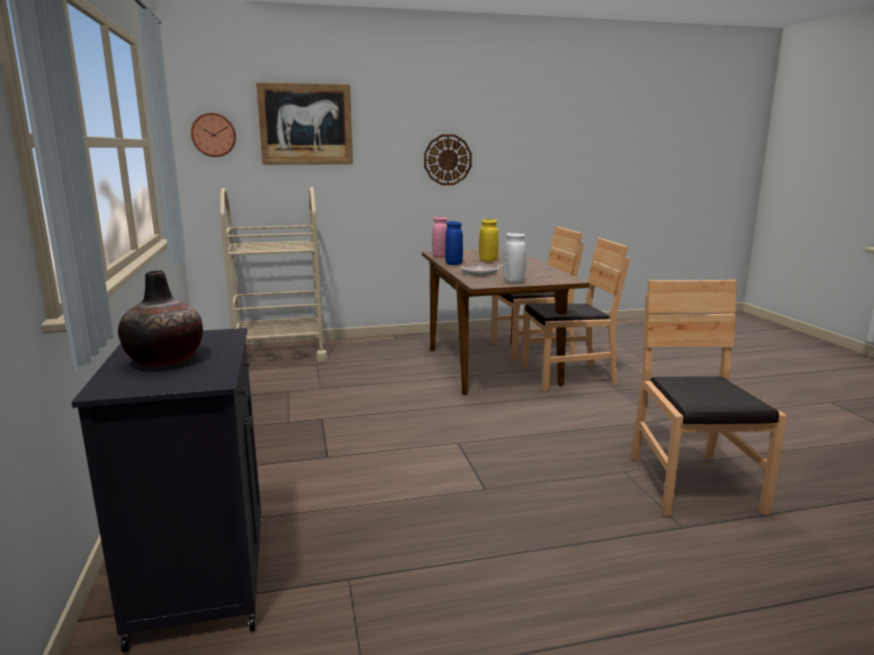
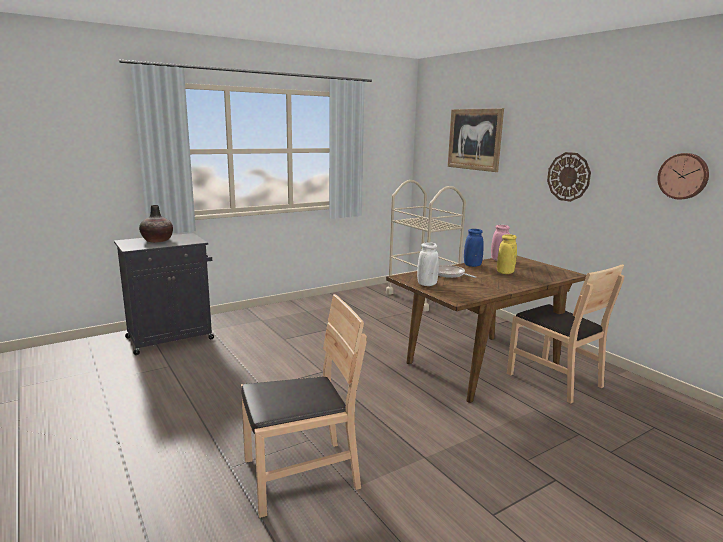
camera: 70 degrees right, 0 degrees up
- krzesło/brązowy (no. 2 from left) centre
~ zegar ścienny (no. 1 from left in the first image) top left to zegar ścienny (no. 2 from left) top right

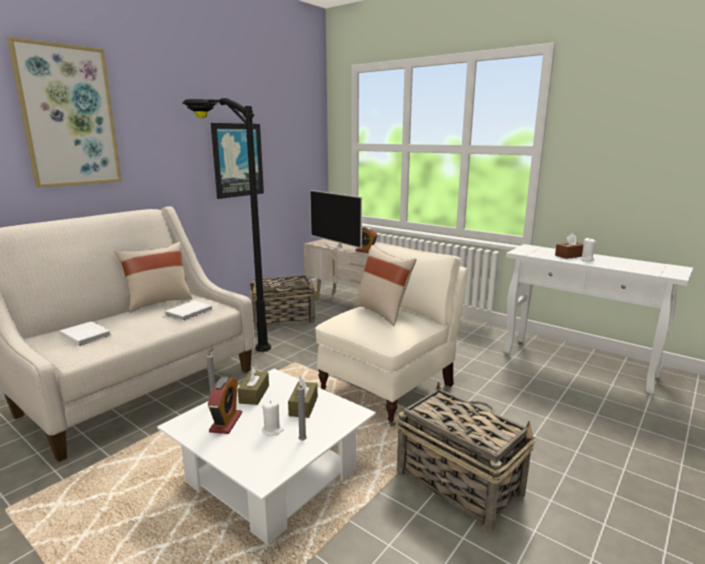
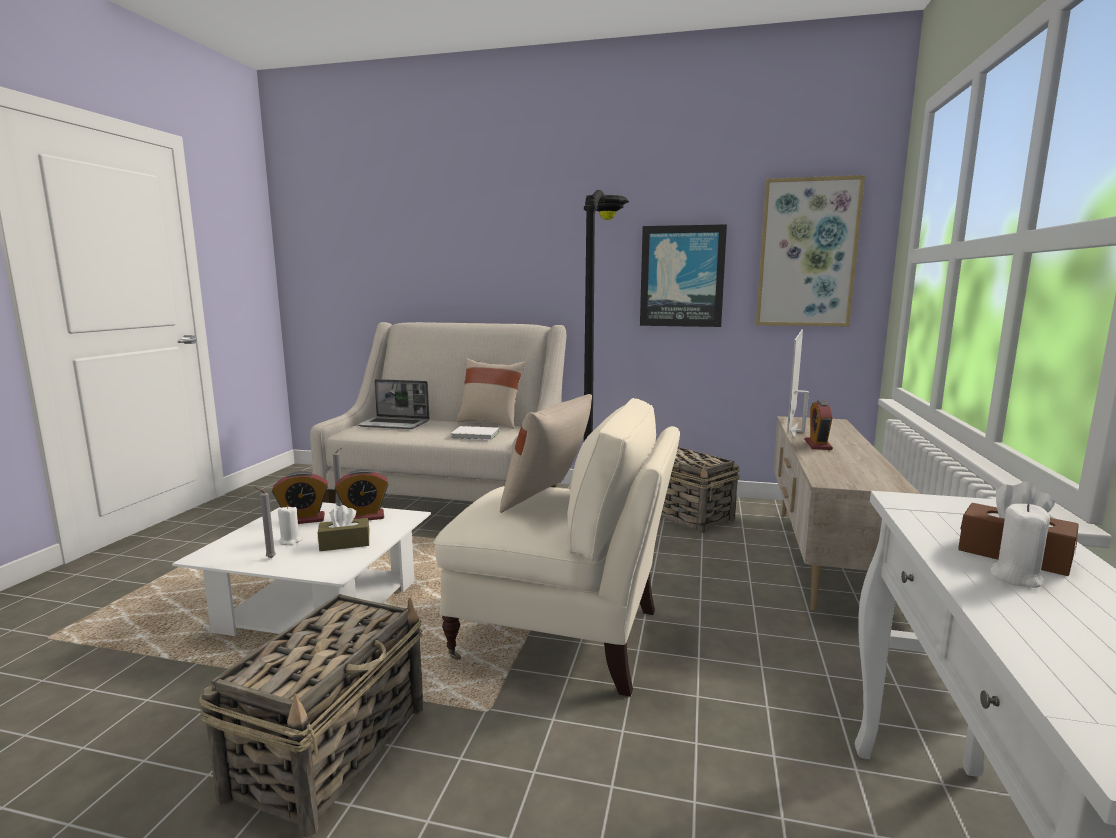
camera: 65 degrees right, 5 degrees down
~ obraz (no. 1 from left in the first image) top left to obraz (no. 2 from left) top right
~ książka/biały (no. 1 from left) middle left to laptop centre
~ pudełko chusteczek/brązowy (no. 1 from left) bottom centre to budzik (no. 2 from left) middle left

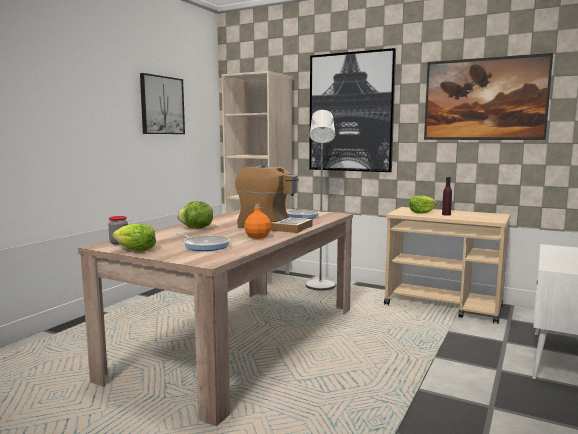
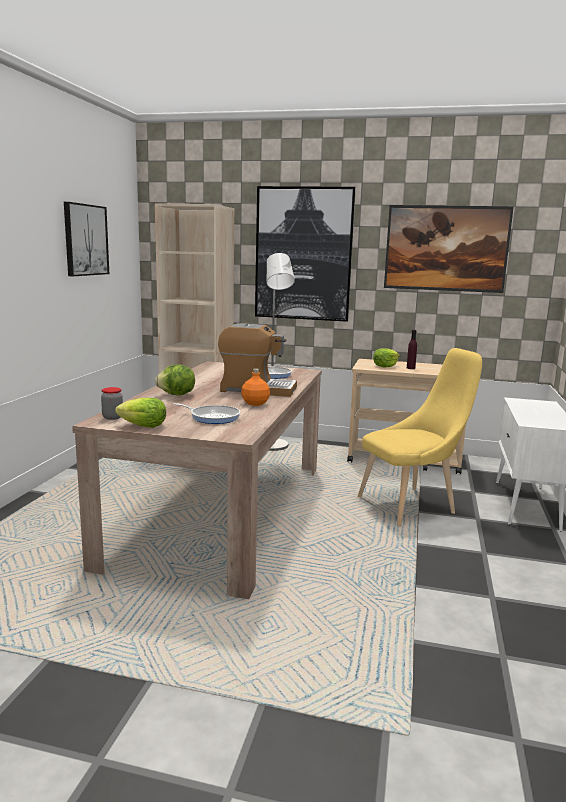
camera: 15 degrees left, 5 degrees up
+ krzesło/żółty middle right

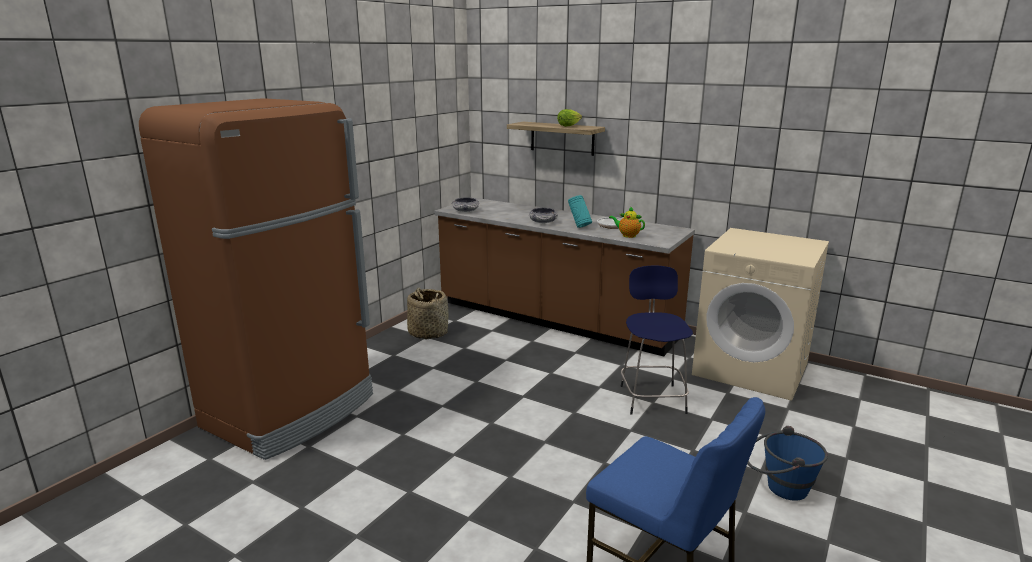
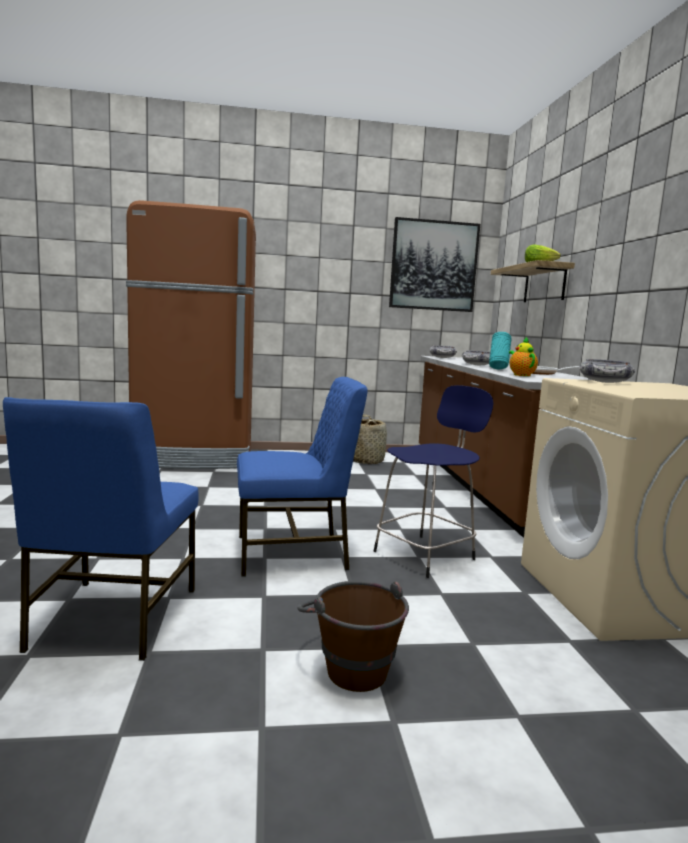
camera: 50 degrees right, 10 degrees down
+ krzesło/niebieski (no. 2 from left) centre
+ obraz top centre
+ miska (no. 3 from left) middle right
~ wiadro/niebieski bottom right to wiadro/brązowy bottom centre

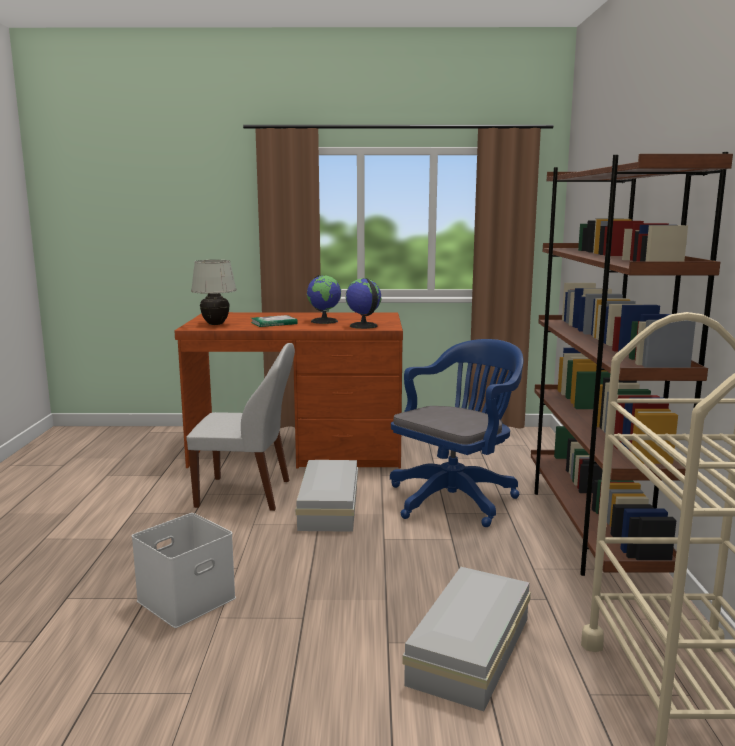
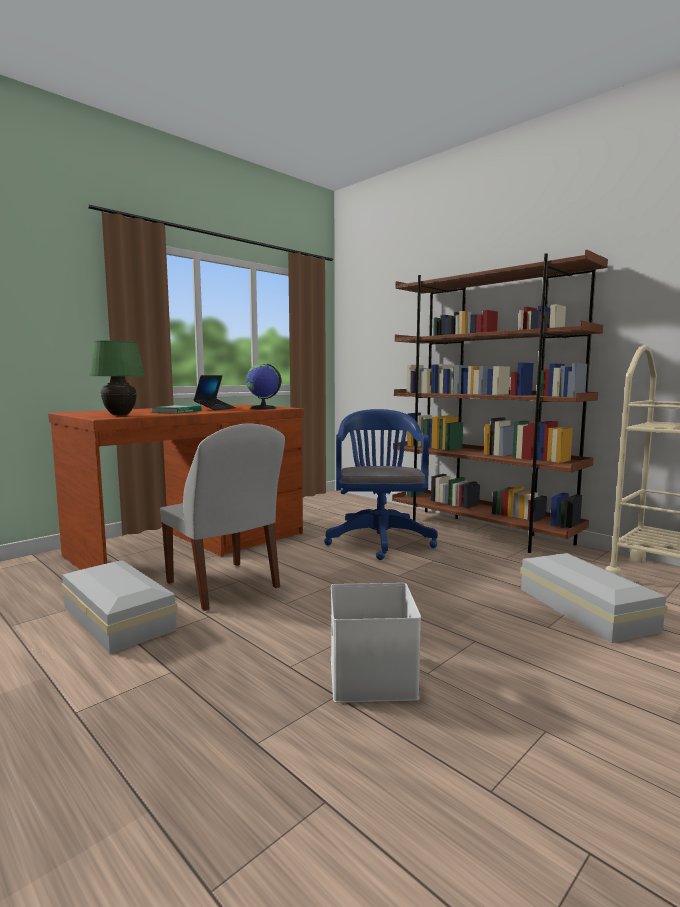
camera: 45 degrees left, 5 degrees down
~ pojemnik do przechowywania/biały (no. 2 from left in the first image) centre to pojemnik do przechowywania/biały (no. 1 from left) bottom left
~ globus (no. 1 from left) centre to laptop middle left
~ lampa stołowa/biały middle left to lampa stołowa/zielony middle left
~ krzesło/biały middle left = middle left 90 degrees clockwise

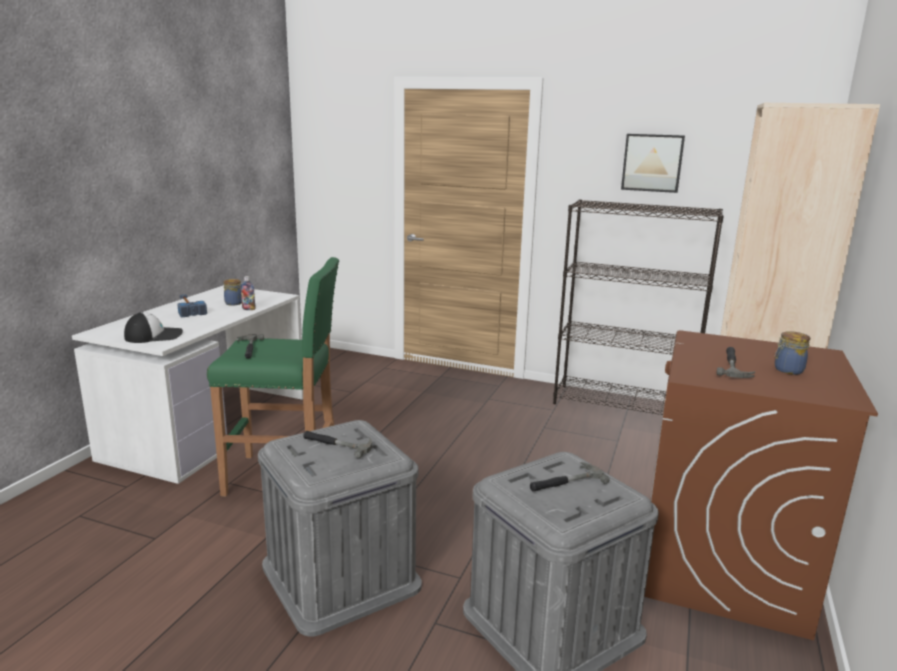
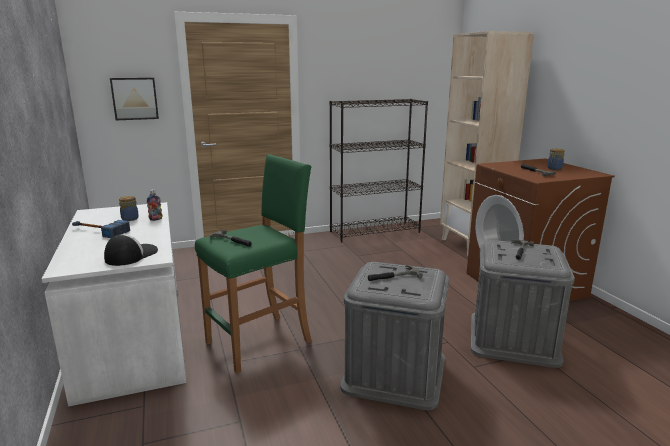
camera: 40 degrees left, 0 degrees up
~ obraz top right to top left

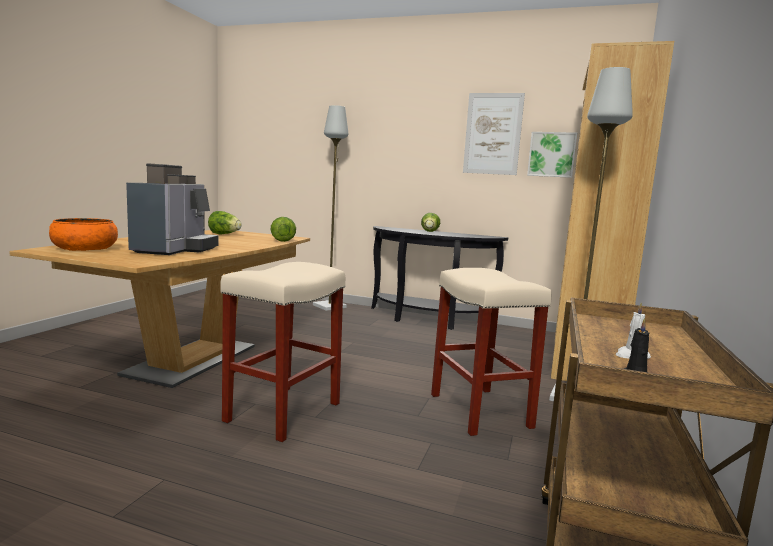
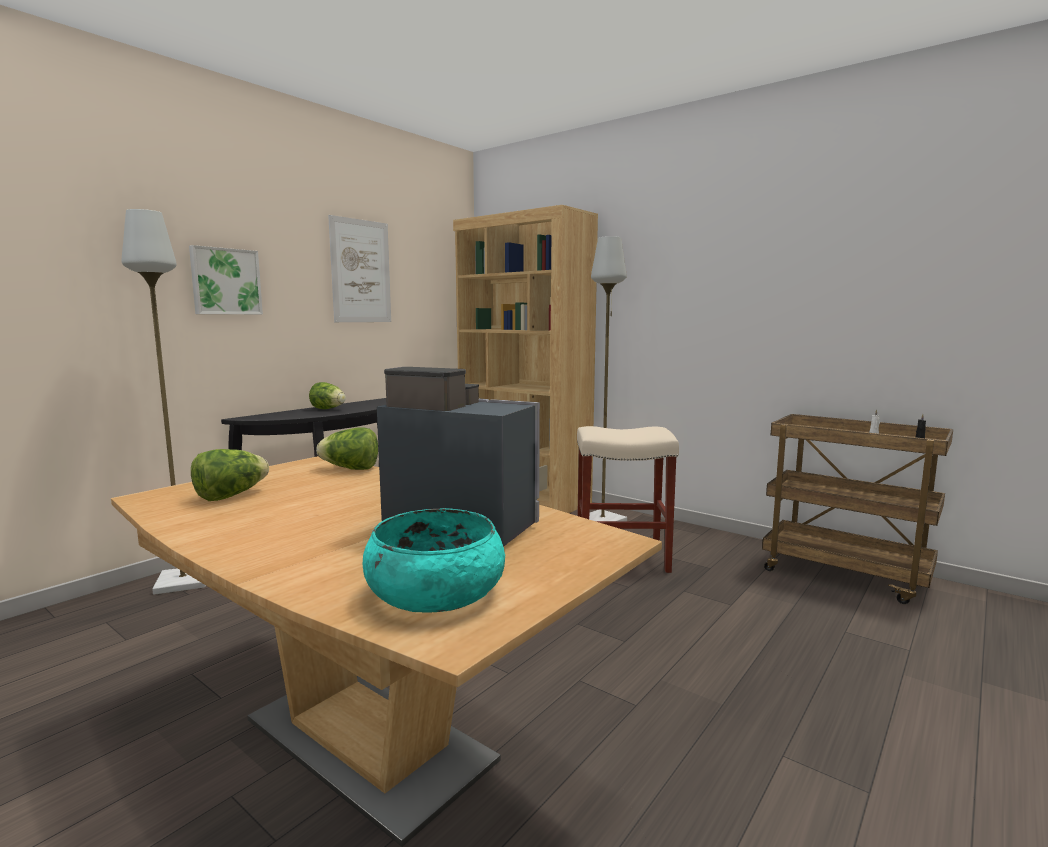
camera: 70 degrees left, 0 degrees up
- stołek/beżowy (no. 1 from left) centre
~ obraz (no. 2 from left in the first image) top right to obraz (no. 1 from left) top left
~ miska/pomarańczowy middle left to miska/turkusowy centre

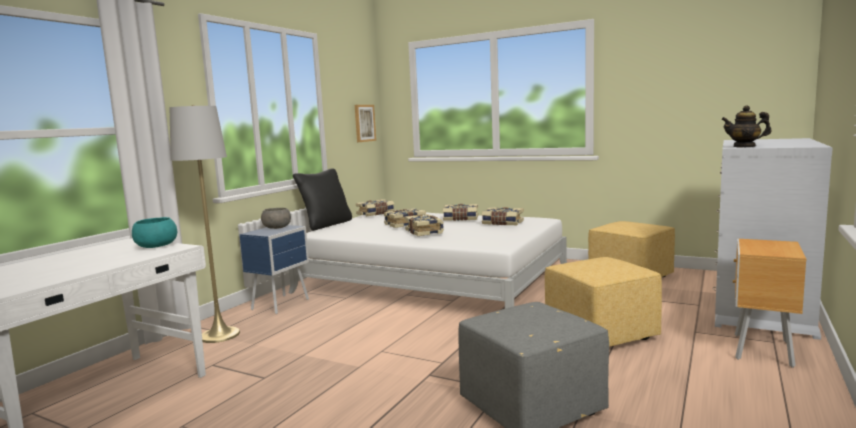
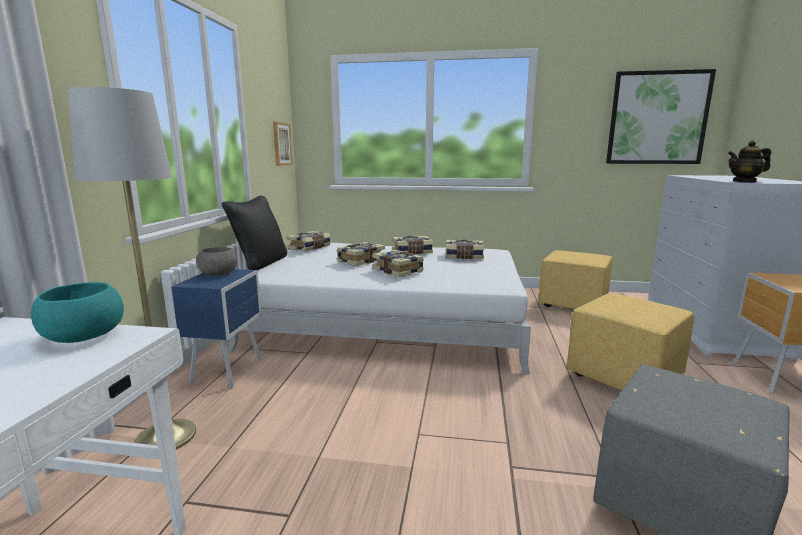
camera: 20 degrees left, 5 degrees up
+ obraz (no. 2 from left) top right

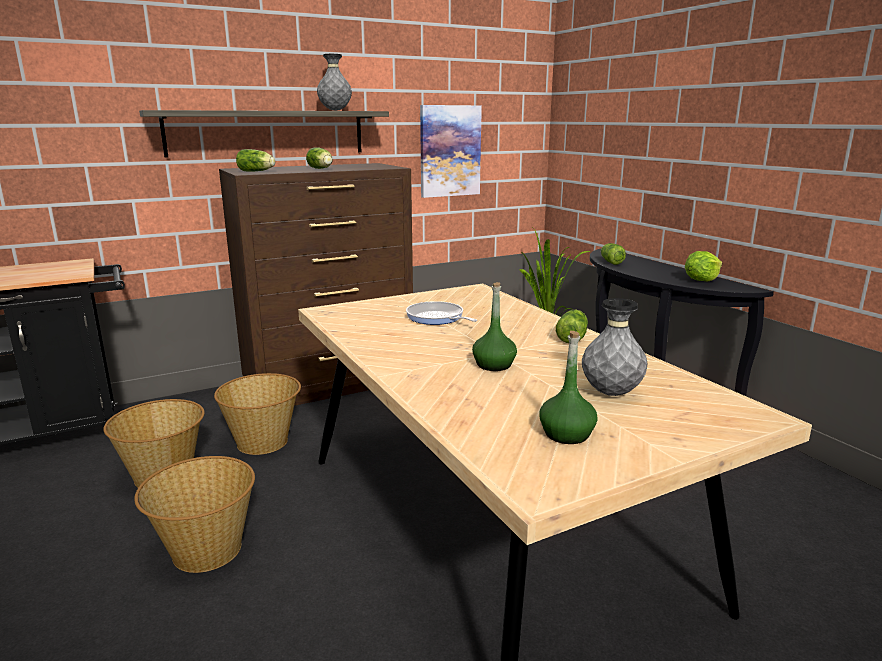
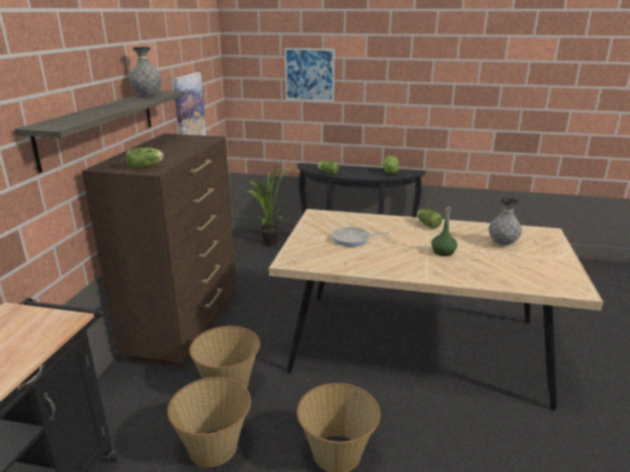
camera: 50 degrees left, 5 degrees up
- sałata (no. 2 from left) top centre
- butelka/zielony (no. 2 from left) centre
+ obraz (no. 2 from left) top centre

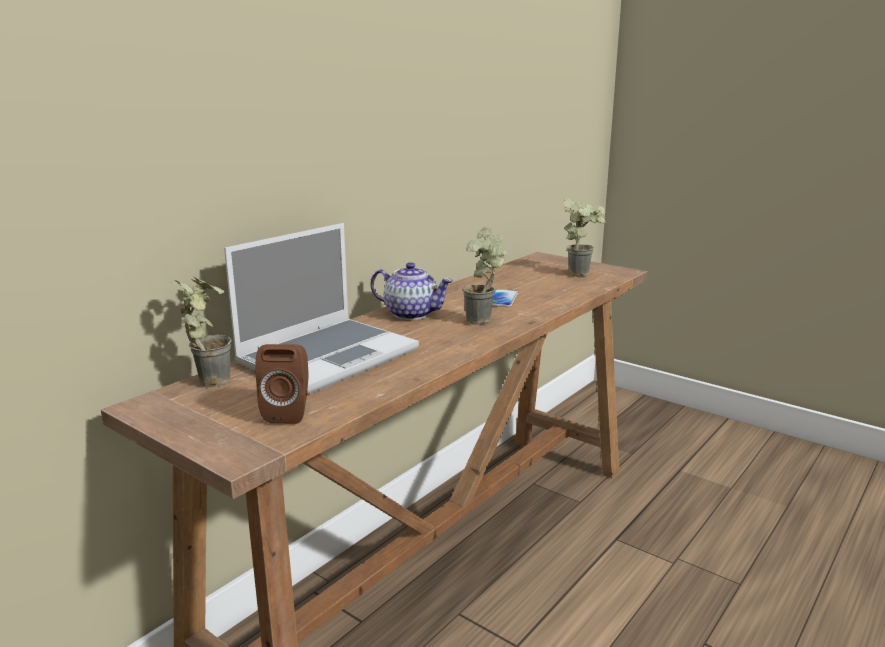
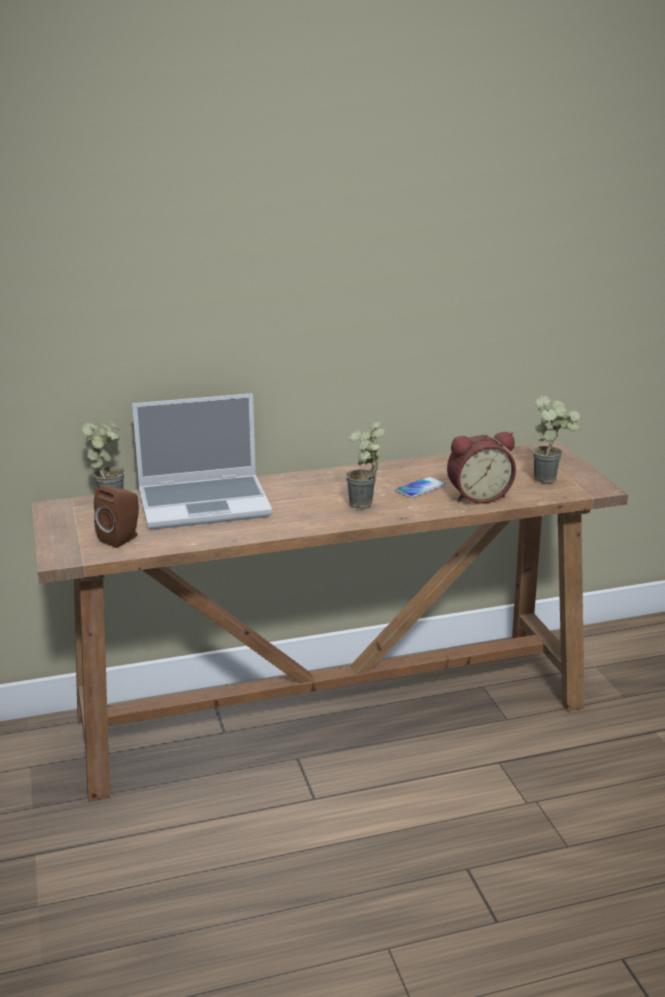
camera: 35 degrees right, 5 degrees up
- imbryk centre
+ budzik middle right

